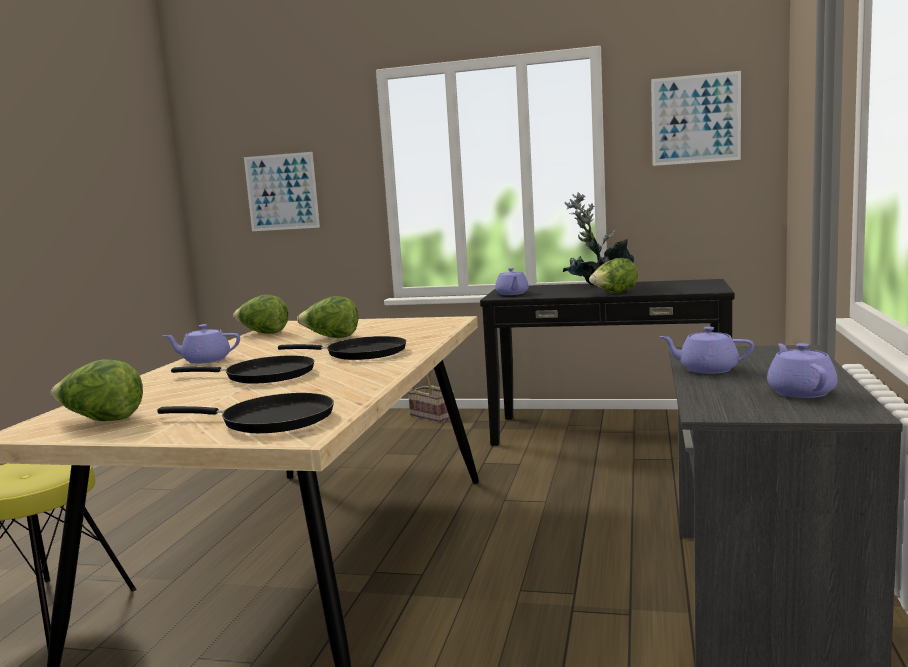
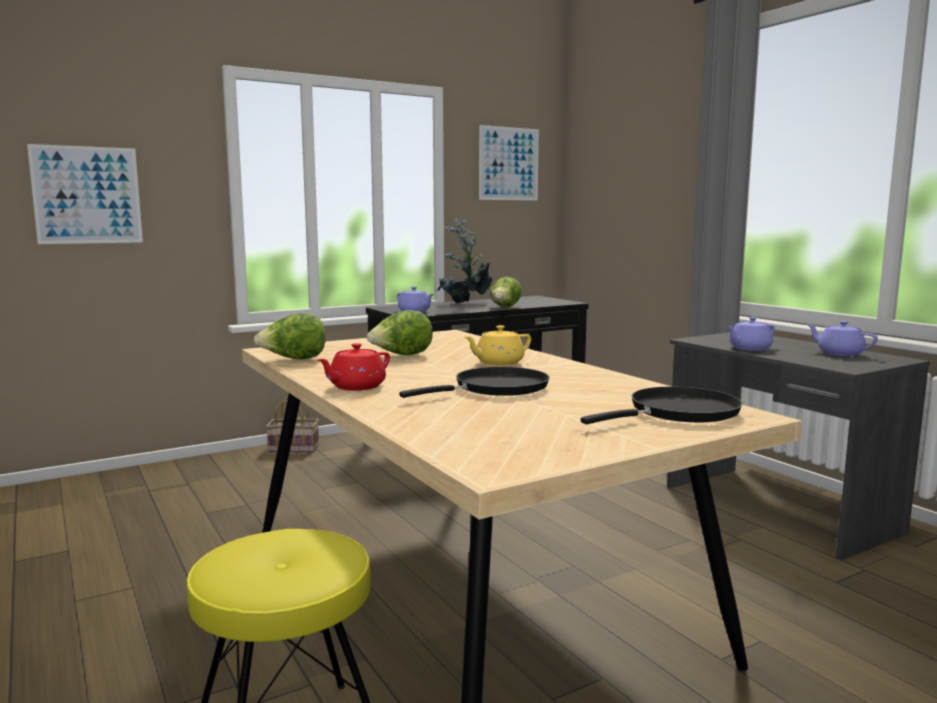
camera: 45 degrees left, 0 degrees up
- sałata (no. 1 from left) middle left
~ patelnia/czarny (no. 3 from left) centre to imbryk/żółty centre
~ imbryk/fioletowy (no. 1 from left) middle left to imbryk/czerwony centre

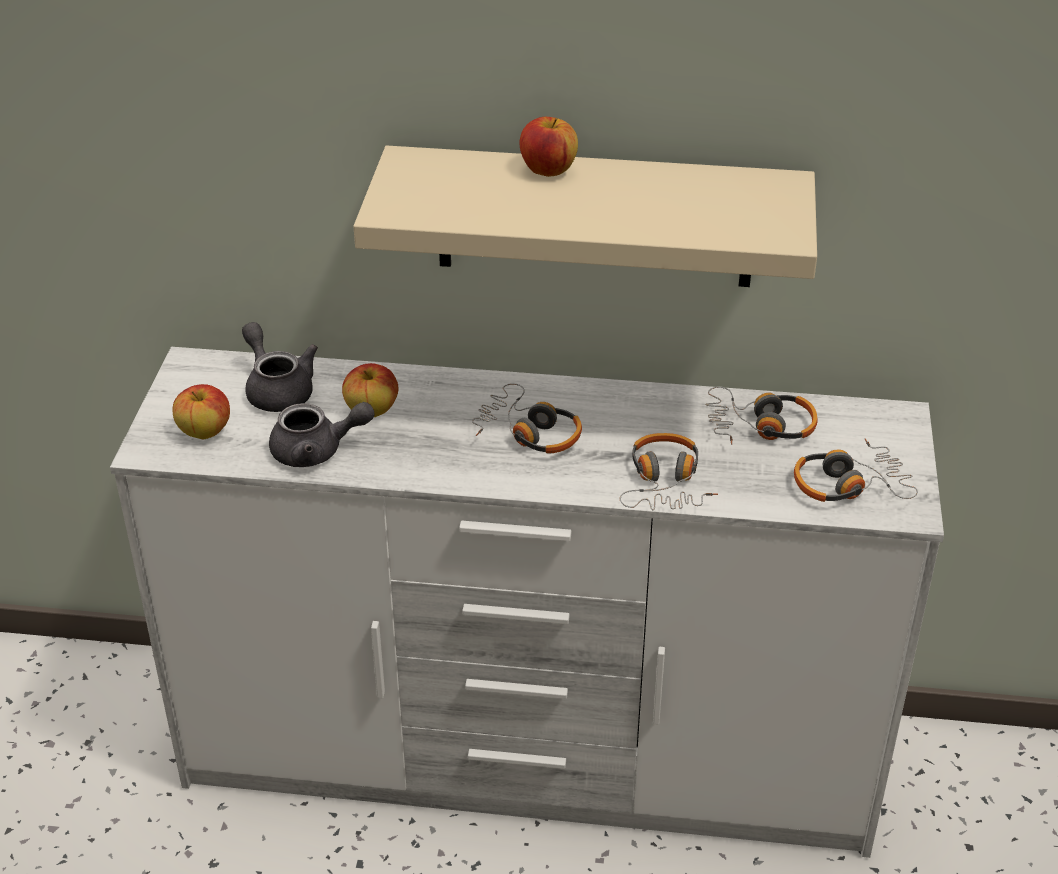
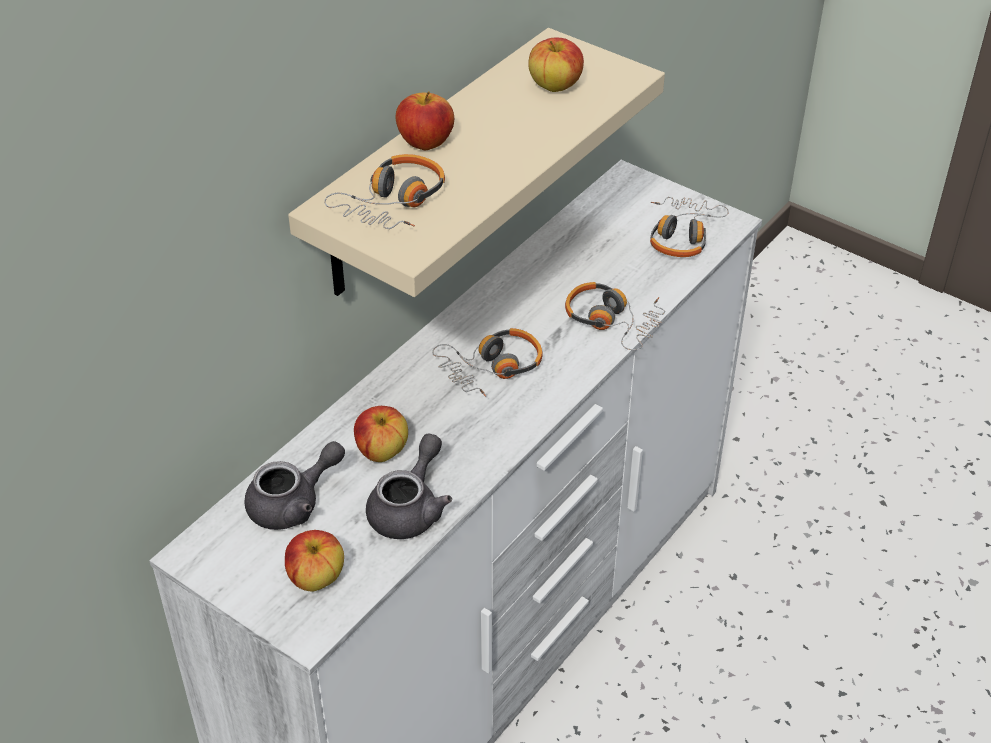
camera: 60 degrees left, 5 degrees up
+ jabłko (no. 4 from left) top centre
~ słuchawki (no. 3 from left in the first image) middle right to słuchawki (no. 1 from left) top centre
~ imbryk/szary (no. 1 from left) middle left = middle left 150 degrees clockwise

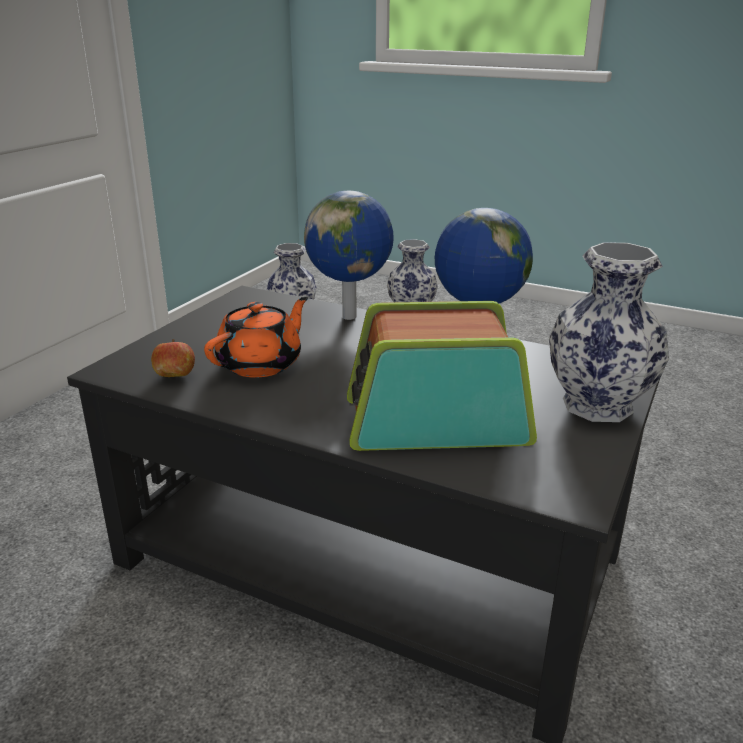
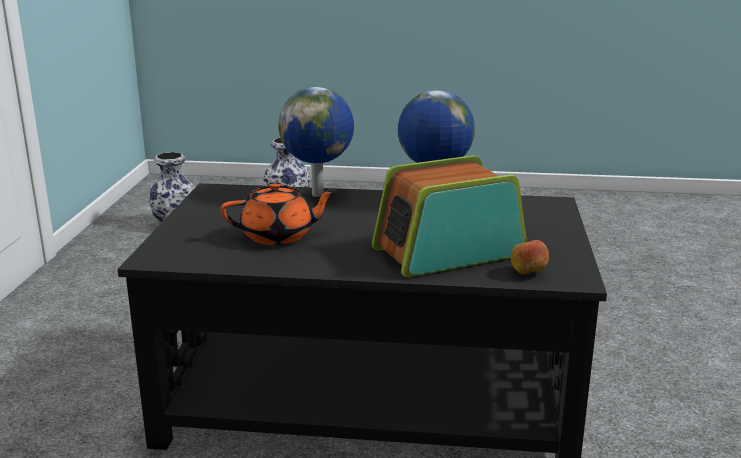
camera: 20 degrees left, 5 degrees down
- wazon (no. 3 from left) middle right
~ jabłko middle left to middle right
~ imbryk/pomarańczowy centre = centre 60 degrees clockwise

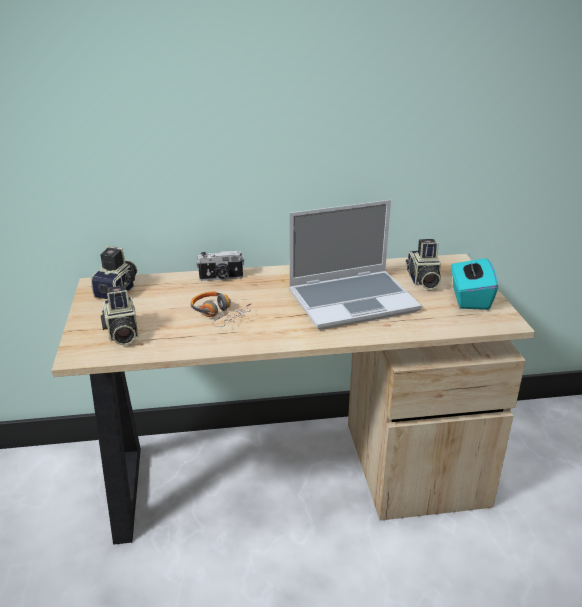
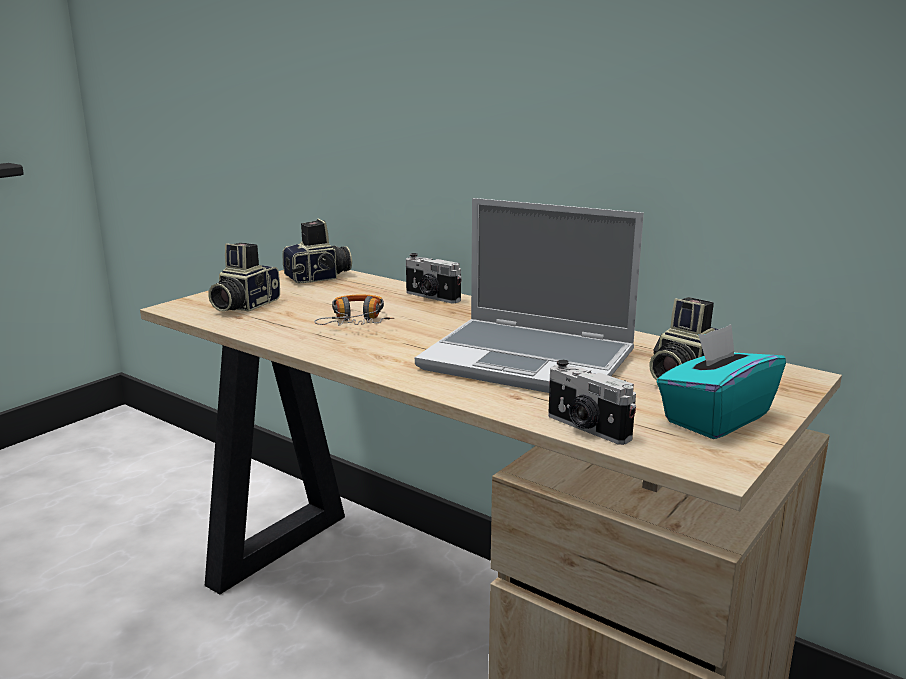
camera: 45 degrees right, 10 degrees down
+ aparat fotograficzny (no. 4 from left) centre

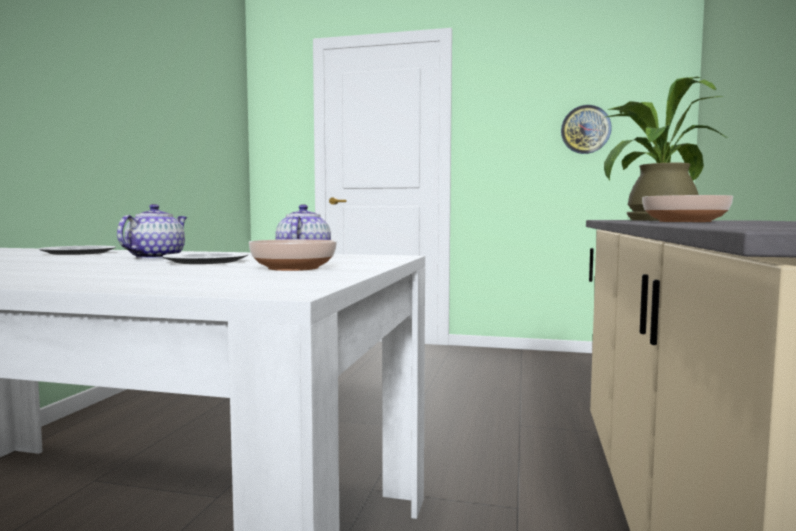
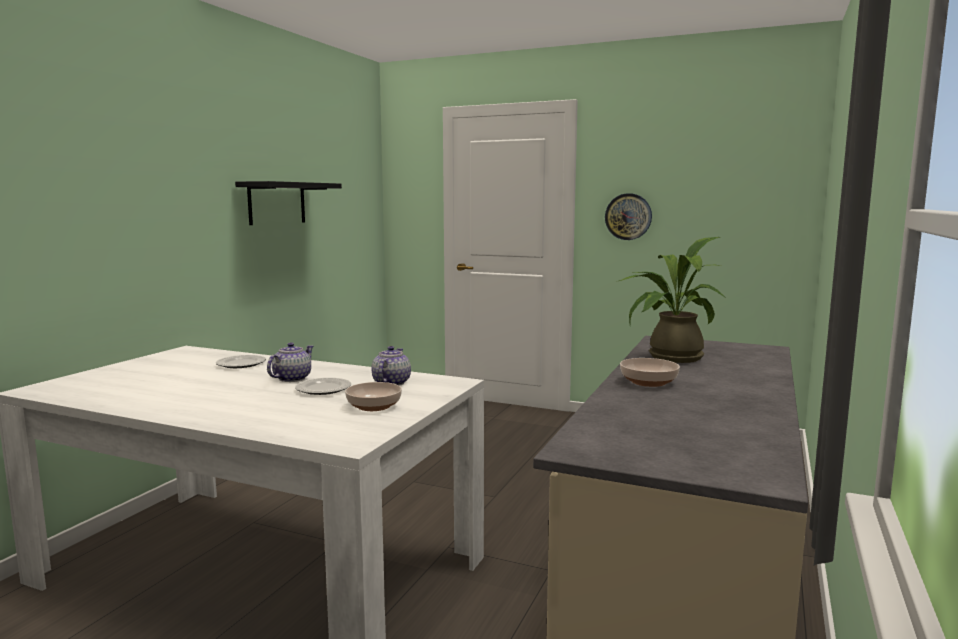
camera: 10 degrees right, 5 degrees up
+ półka/czarny top left
~ zegar ścienny top right to centre

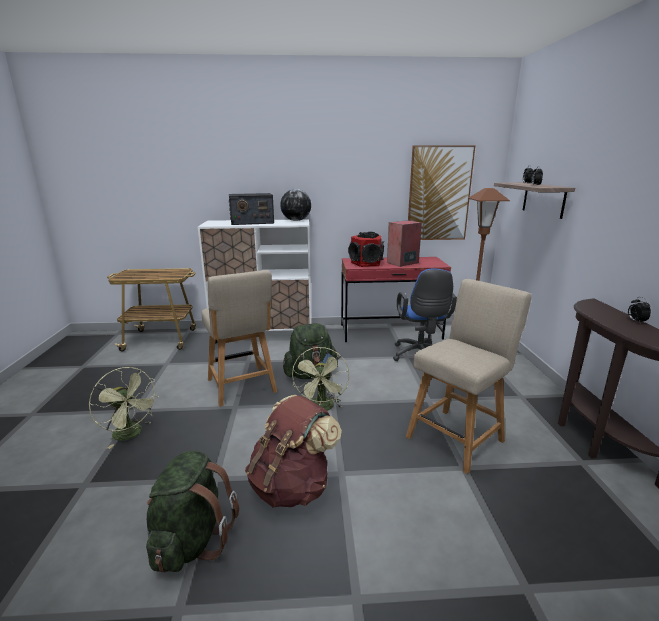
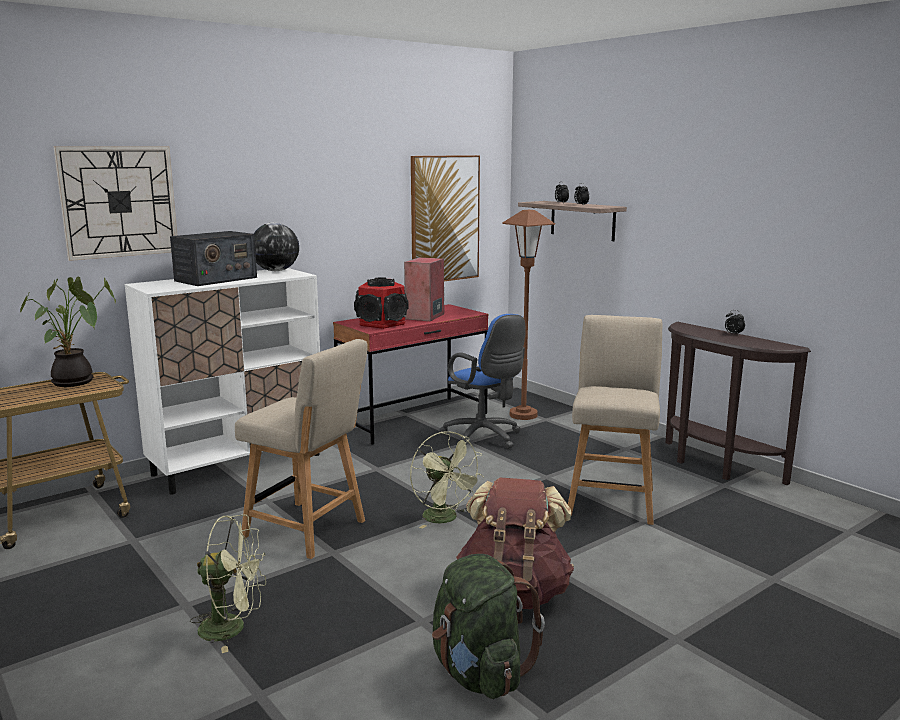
camera: 35 degrees left, 5 degrees down
- plecak/zielony (no. 2 from left) centre
+ roślina doniczkowa middle left
+ zegar ścienny top left

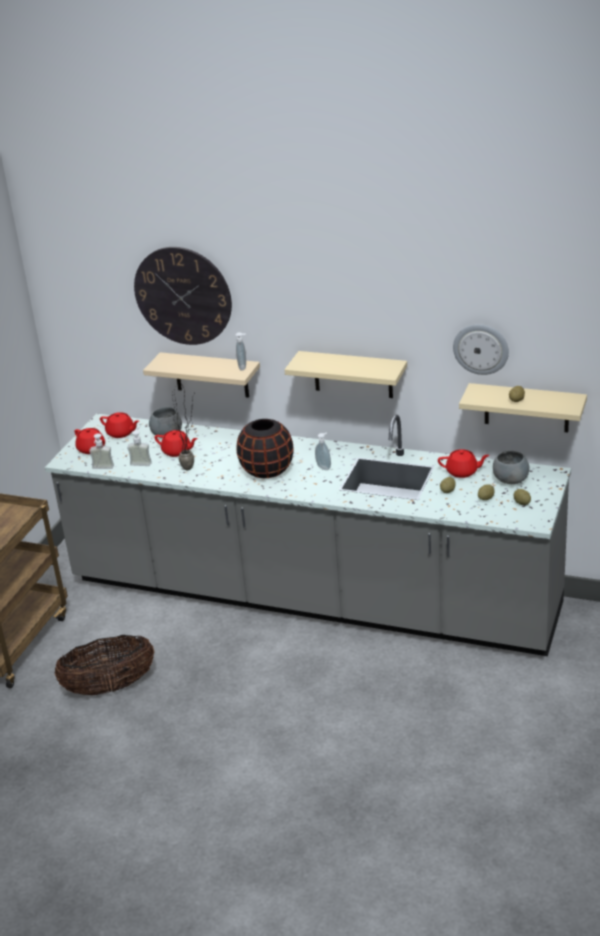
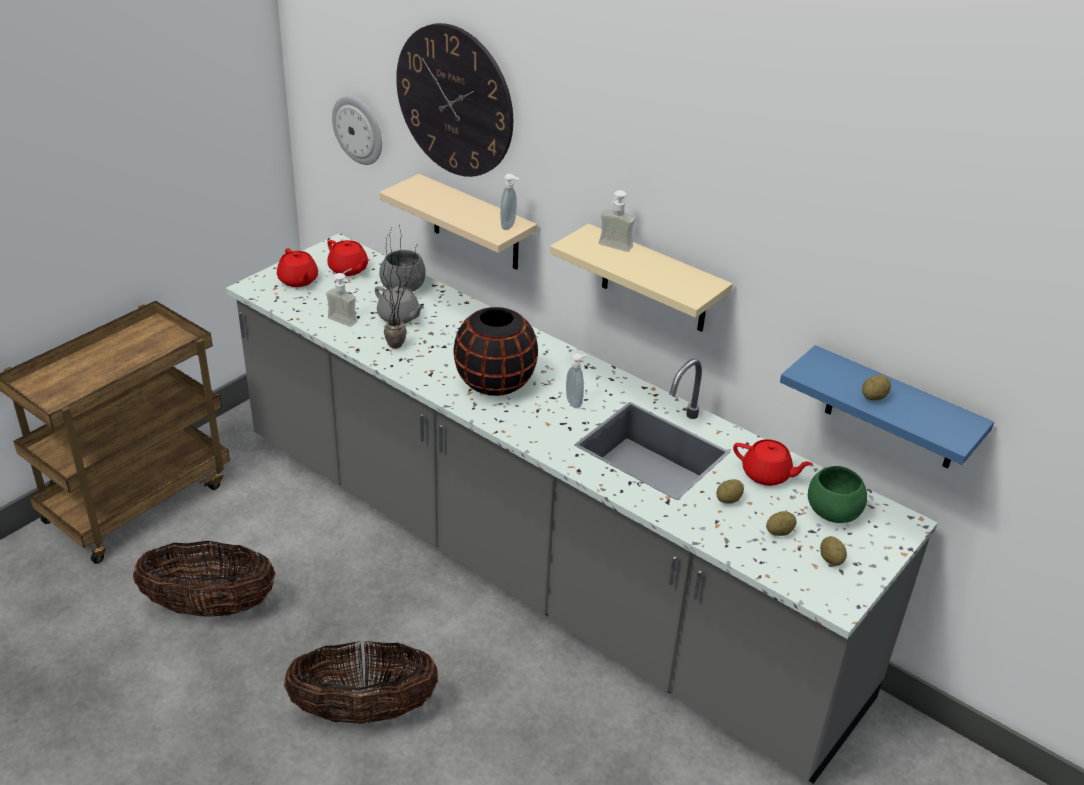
camera: 15 degrees right, 5 degrees up
+ koszyk (no. 2 from left) bottom left
~ dozownik mydła (no. 1 from left in the first image) middle left to dozownik mydła (no. 4 from left) top centre
~ zegar ścienny (no. 2 from left in the first image) middle right to zegar ścienny (no. 1 from left) top left
~ imbryk/czerwony (no. 3 from left) middle left to imbryk/szary centre
~ półka/beżowy (no. 3 from left) middle right to półka/niebieski middle right
~ miska/szary (no. 2 from left) middle right to miska/zielony middle right

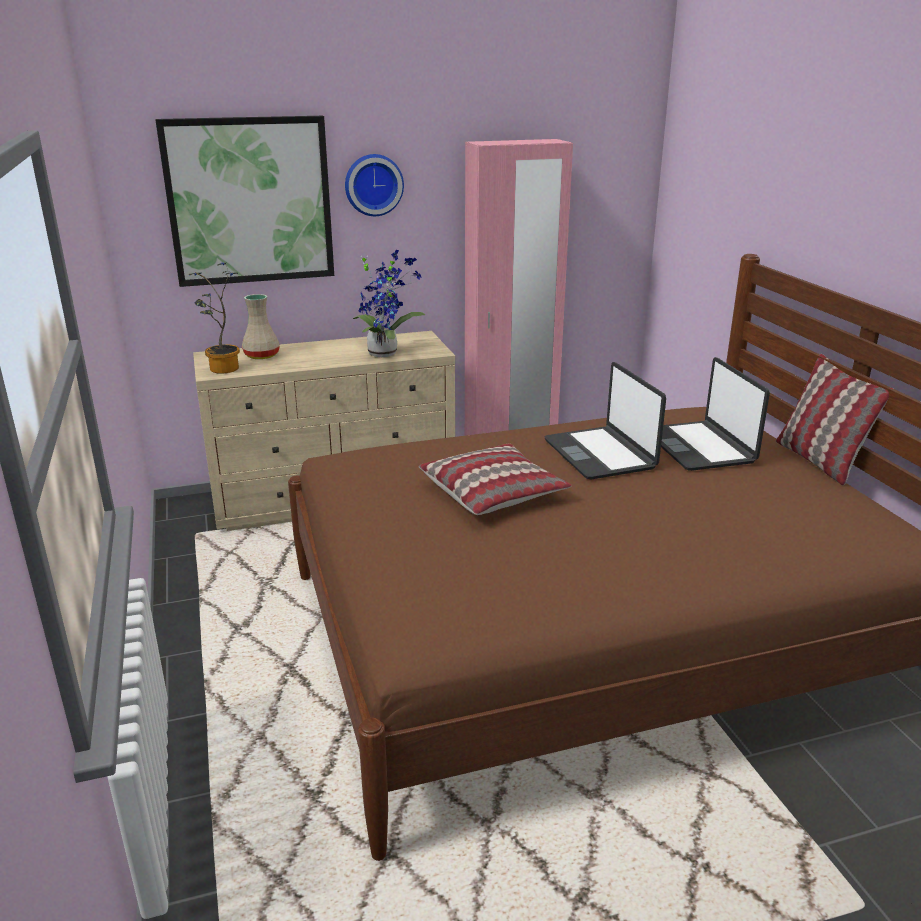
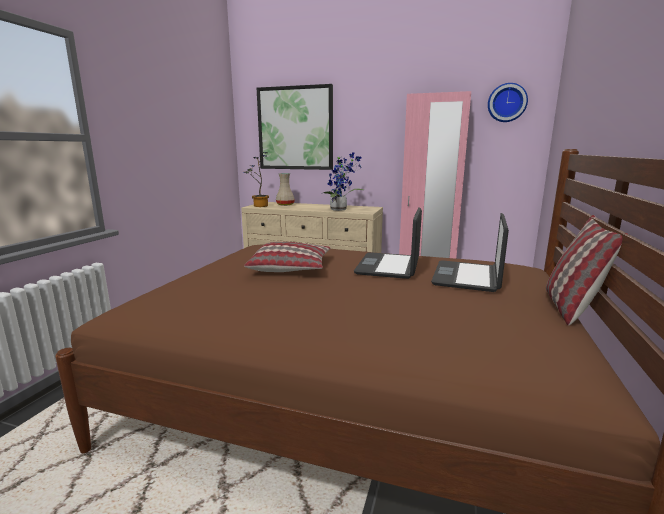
camera: 35 degrees right, 10 degrees down
~ zegar ścienny top centre to top right

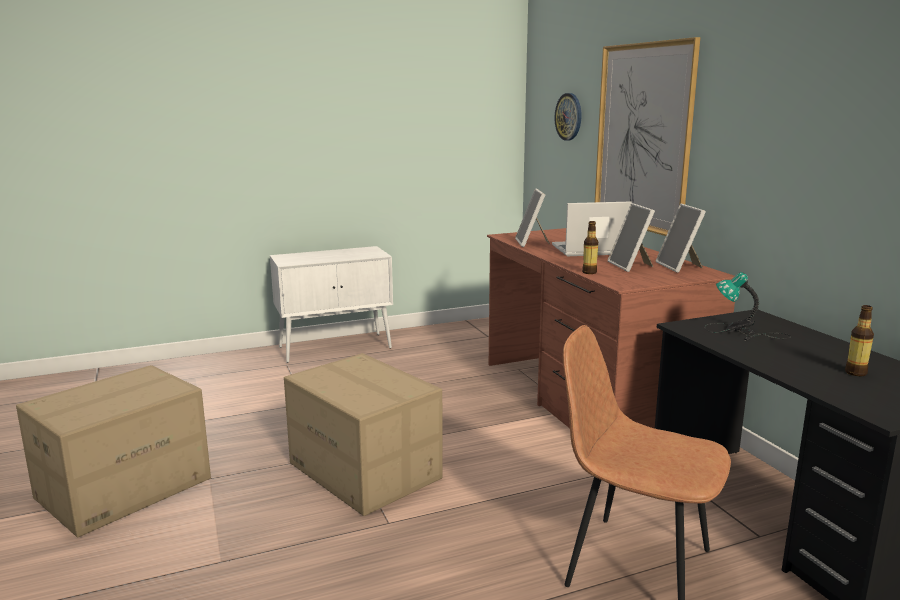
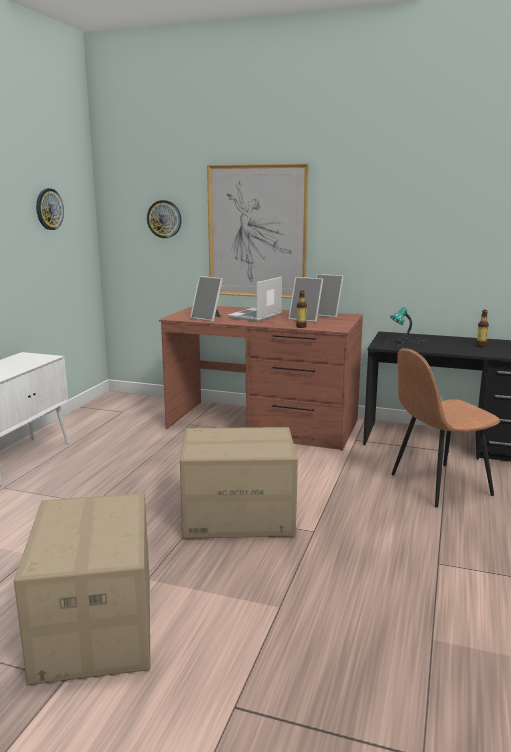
camera: 50 degrees left, 0 degrees up
+ zegar ścienny (no. 1 from left) top left

